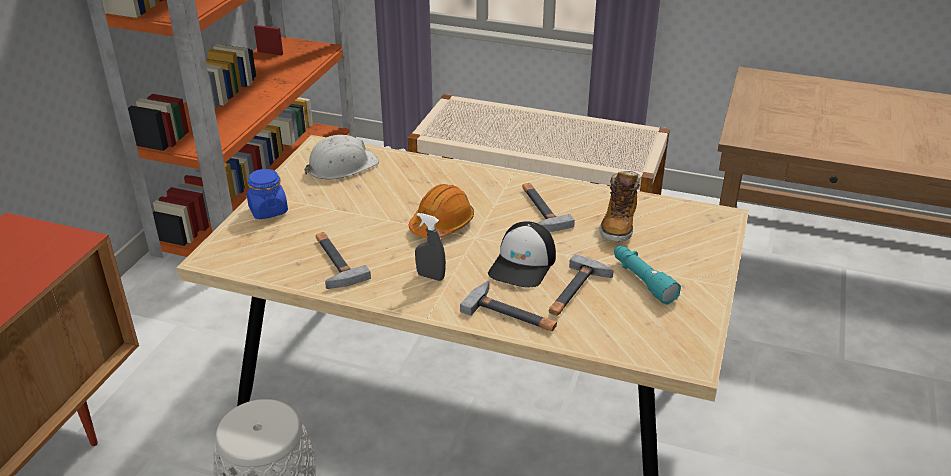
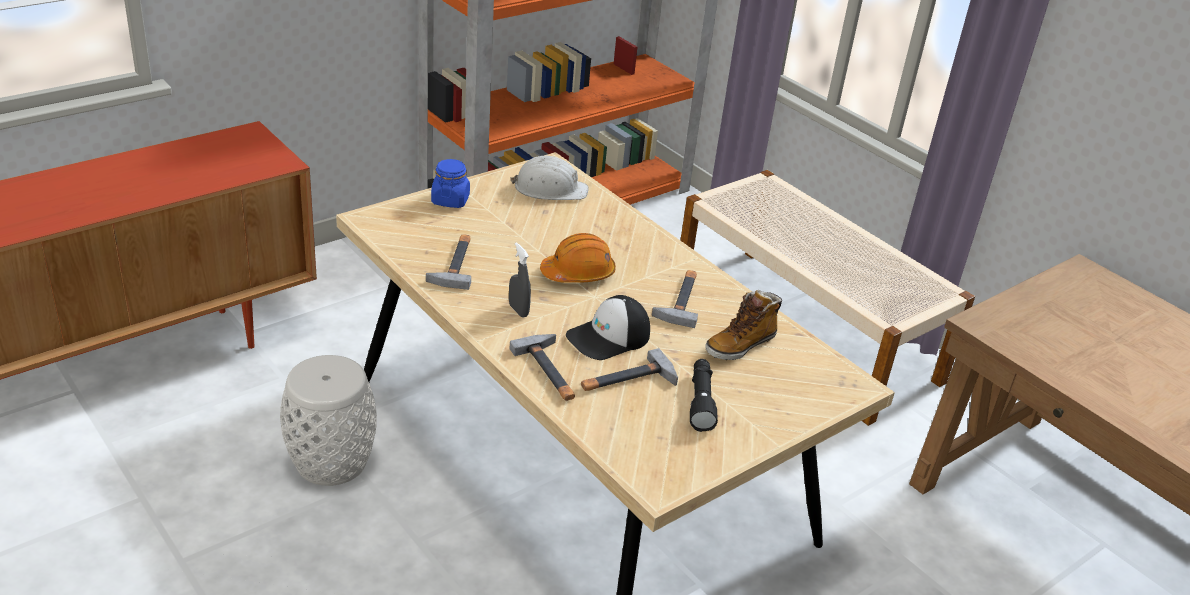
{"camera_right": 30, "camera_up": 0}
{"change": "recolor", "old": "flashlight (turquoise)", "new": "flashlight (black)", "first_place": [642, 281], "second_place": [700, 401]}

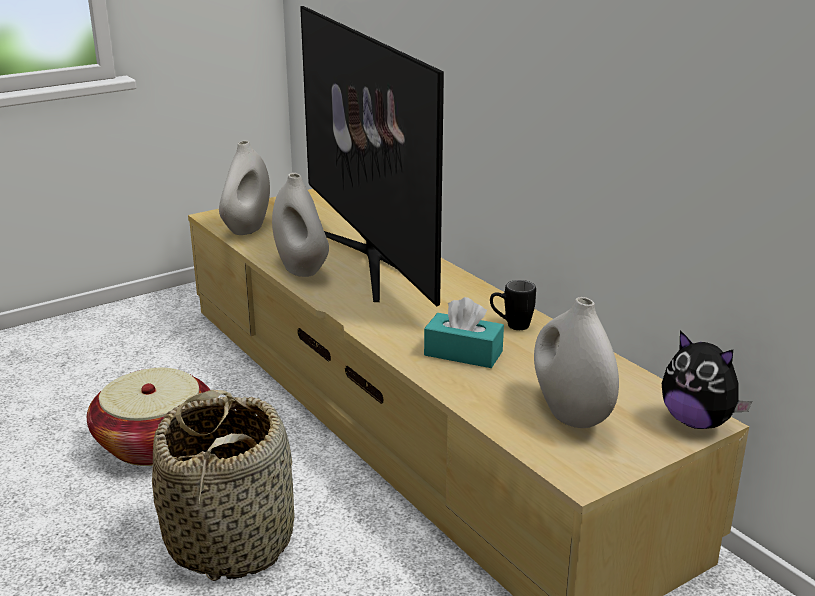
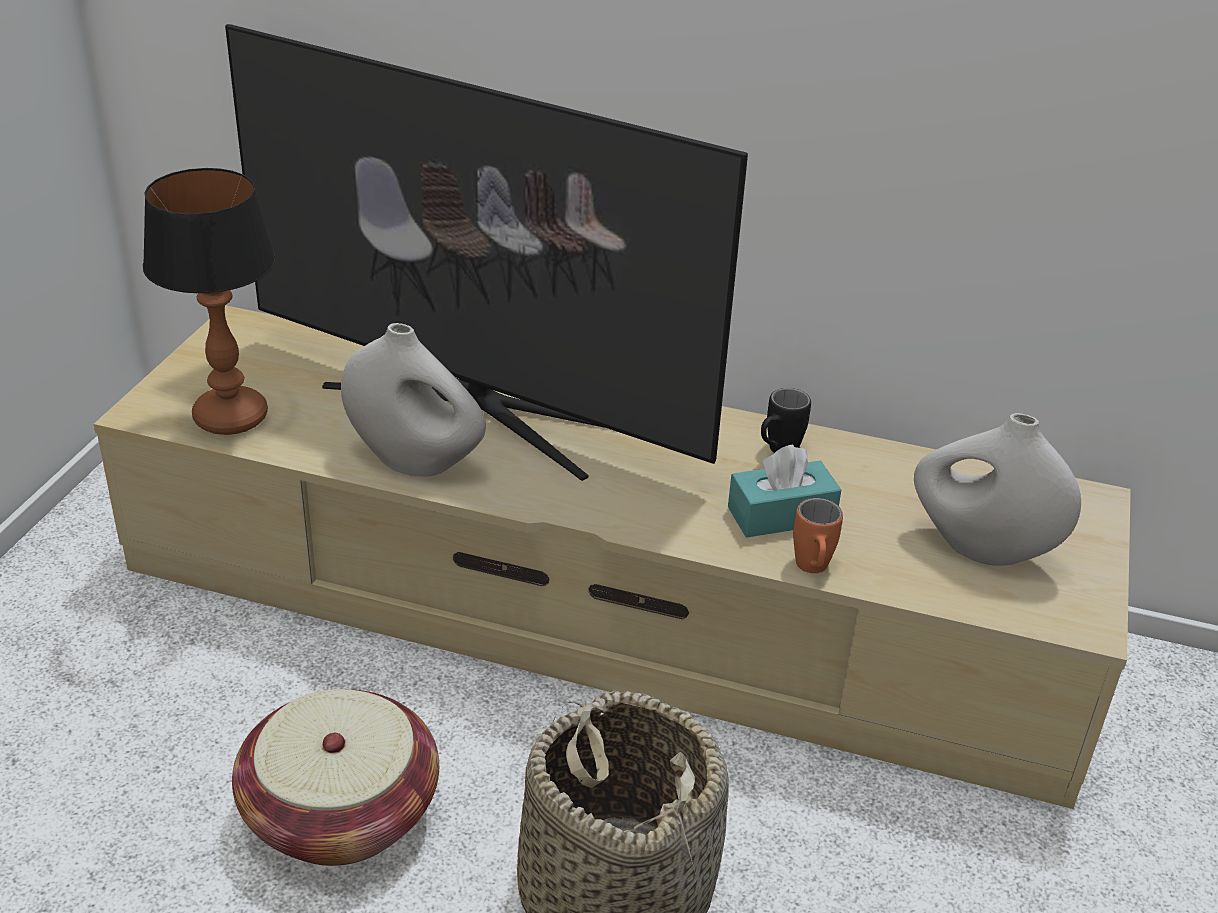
{"camera_right": -40, "camera_up": 10}
{"change": "replace", "old": "vase (white)", "new": "table lamp", "first_place": [247, 228], "second_place": [232, 418]}
{"change": "insert", "new": "mug (orange)", "second_place": [812, 570]}
{"change": "delete", "old": "plush toy", "first_place": [697, 422]}

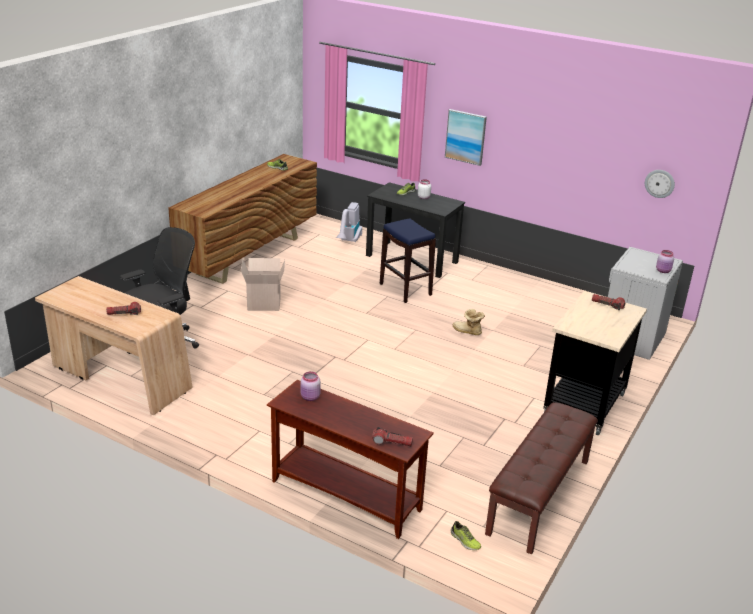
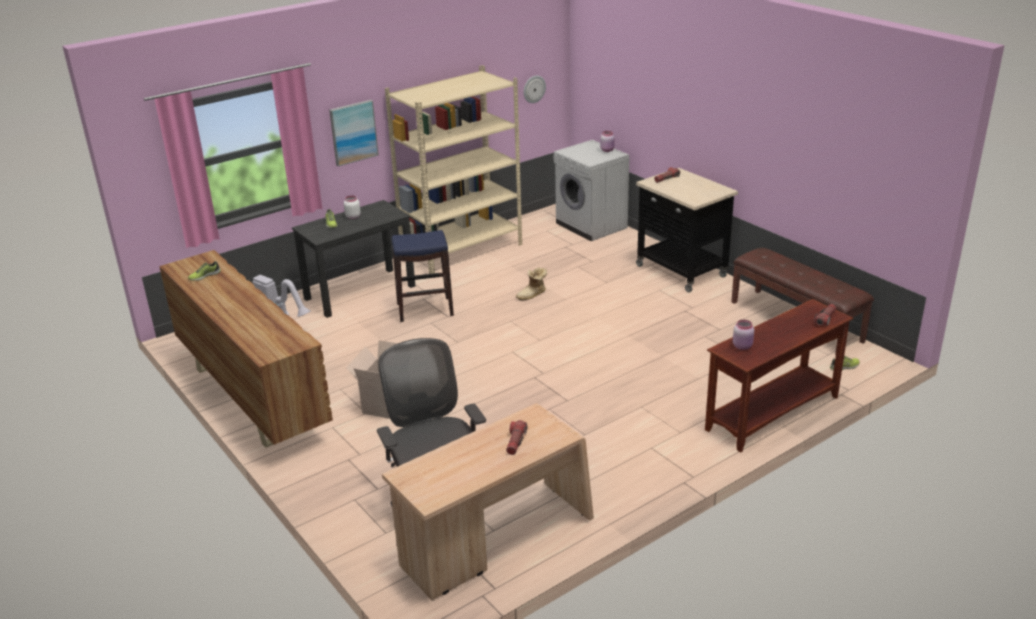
{"camera_right": -65, "camera_up": 0}
{"change": "insert", "new": "bookcase (beige)", "second_place": [462, 250]}

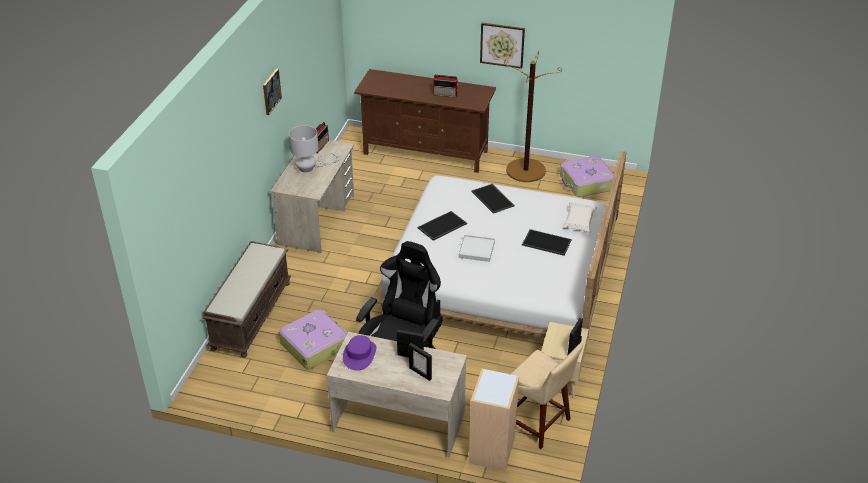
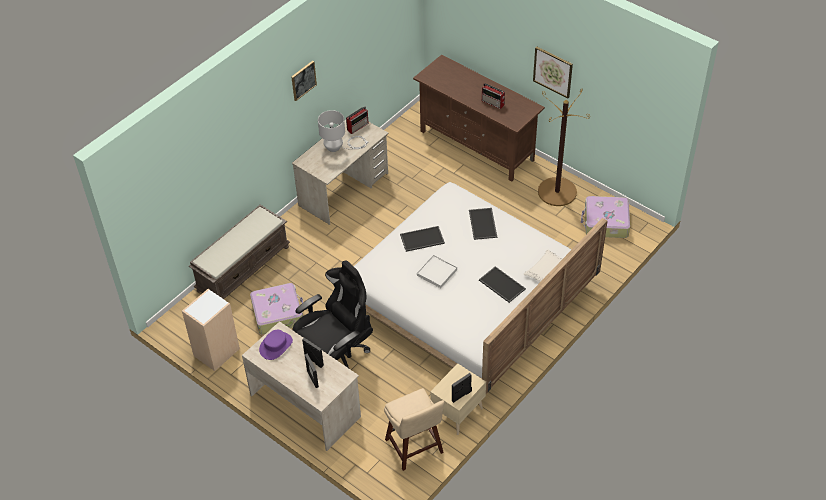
{"camera_right": 25, "camera_up": 10}
{"change": "move", "old": "bookcase", "first_place": [491, 451], "second_place": [216, 352]}

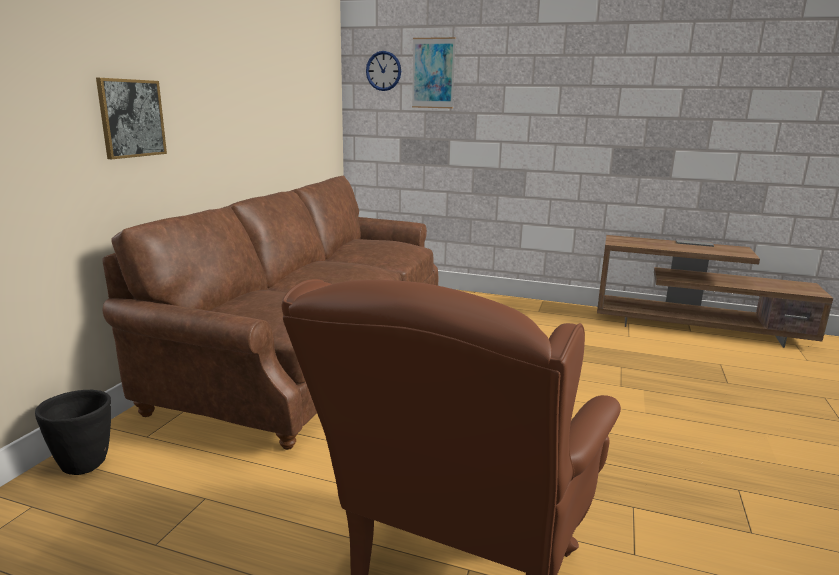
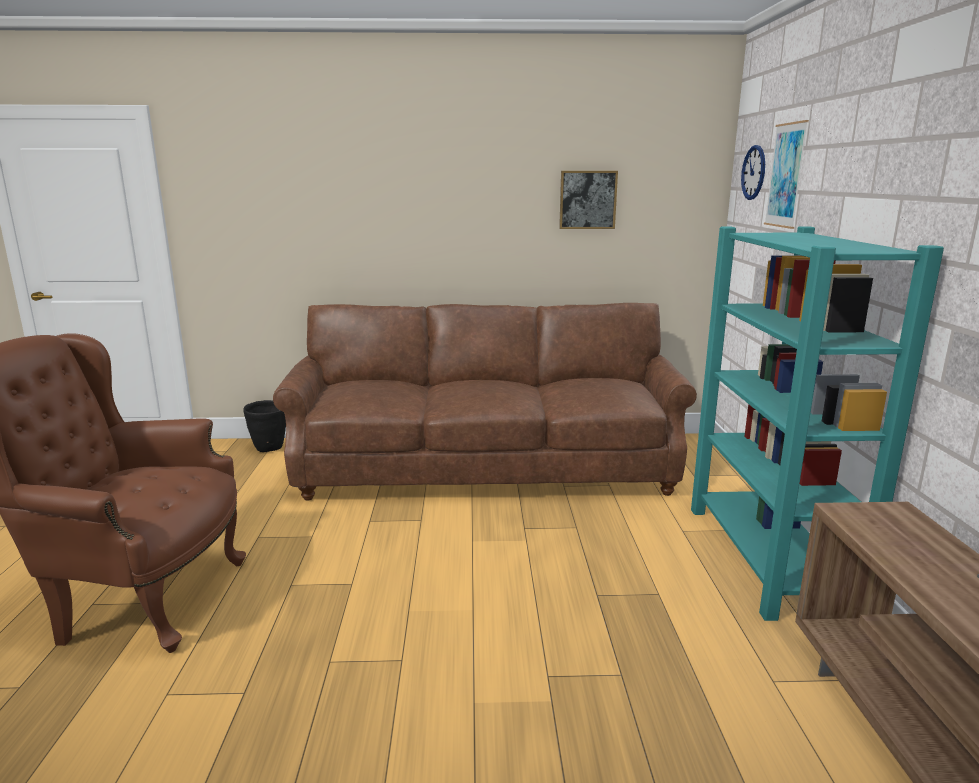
{"camera_right": 70, "camera_up": 0}
{"change": "move", "old": "picture", "first_place": [131, 118], "second_place": [587, 200]}
{"change": "insert", "new": "bookcase (turquoise)", "second_place": [768, 557]}

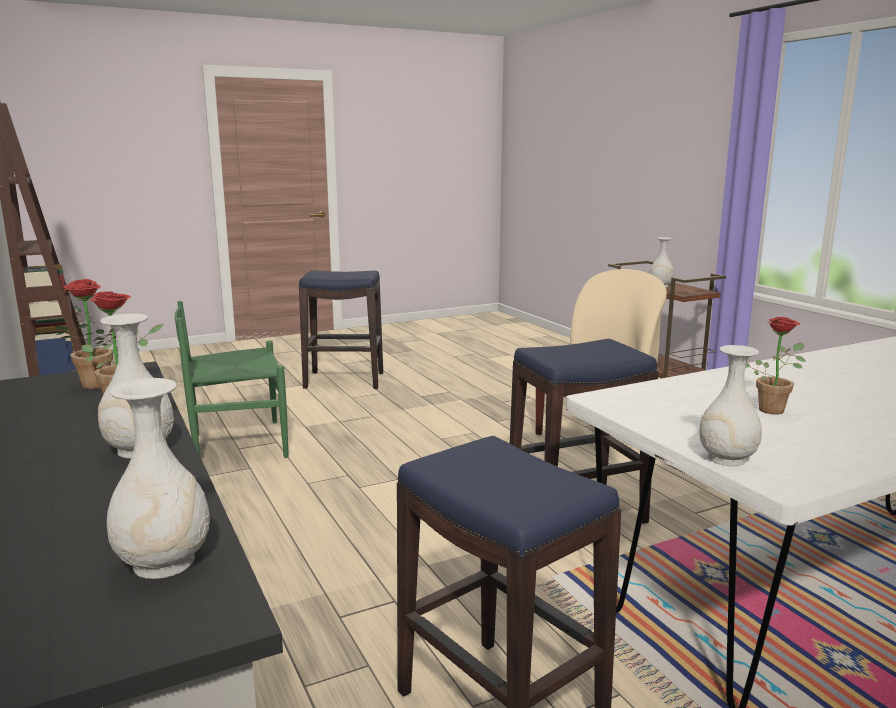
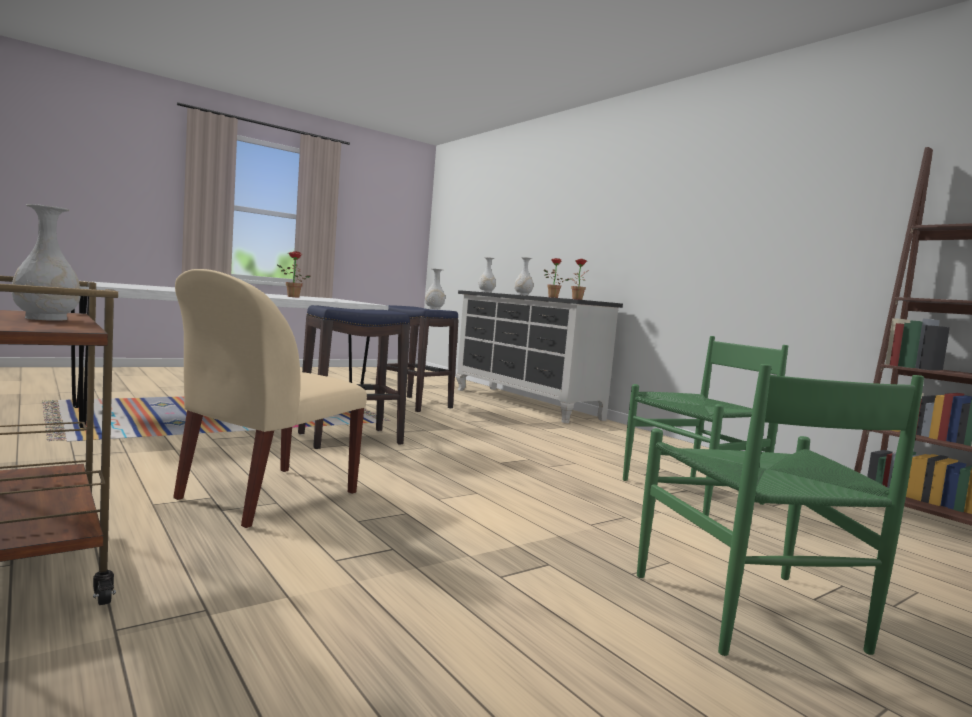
{"camera_right": 170, "camera_up": -10}
{"change": "move", "old": "vase (white)", "first_place": [726, 458], "second_place": [434, 308]}
{"change": "replace", "old": "stool", "new": "chair (green)", "first_place": [344, 381], "second_place": [751, 613]}

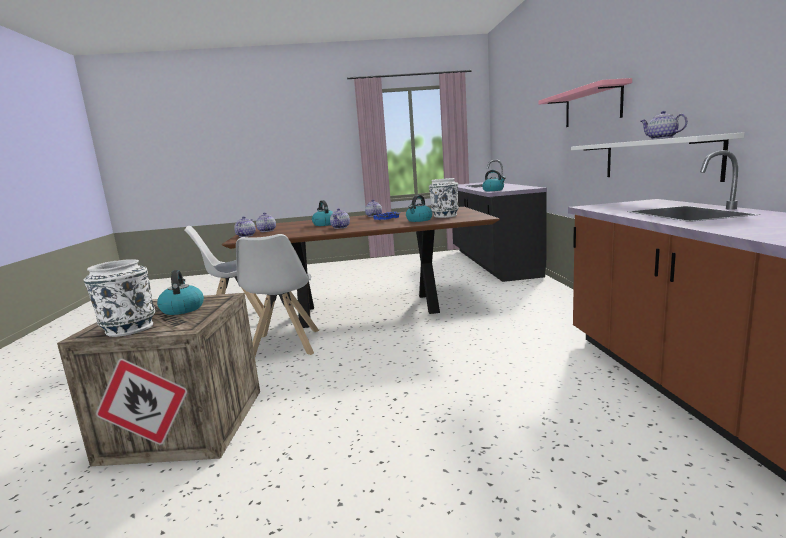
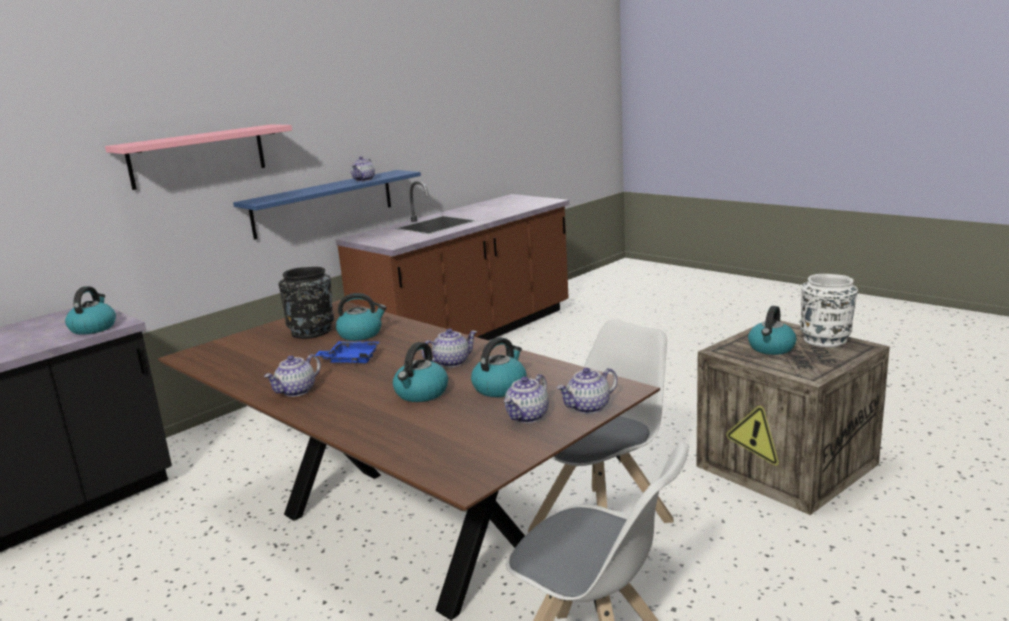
{"camera_right": -130, "camera_up": 5}
{"change": "recolor", "old": "shelf (white)", "new": "shelf (blue)", "first_place": [657, 159], "second_place": [324, 203]}
{"change": "recolor", "old": "vase (white)", "new": "vase (black)", "first_place": [445, 216], "second_place": [312, 331]}
{"change": "insert", "new": "kettle", "second_place": [500, 387]}

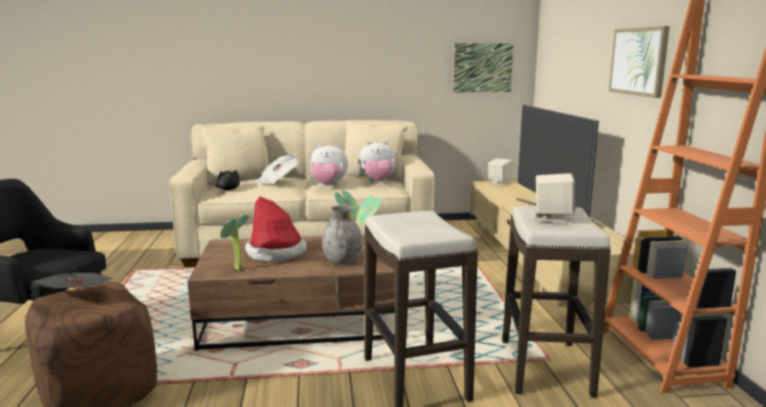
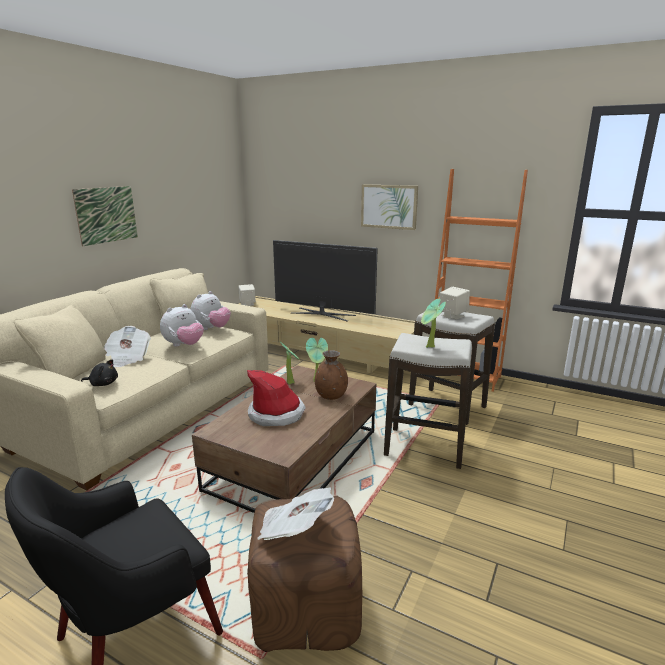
{"camera_right": -55, "camera_up": 5}
{"change": "move", "old": "picture", "first_place": [482, 67], "second_place": [106, 215]}
{"change": "recolor", "old": "vase (grey)", "new": "vase (brown)", "first_place": [343, 261], "second_place": [331, 396]}
{"change": "move", "old": "potted plant", "first_place": [236, 269], "second_place": [429, 347]}

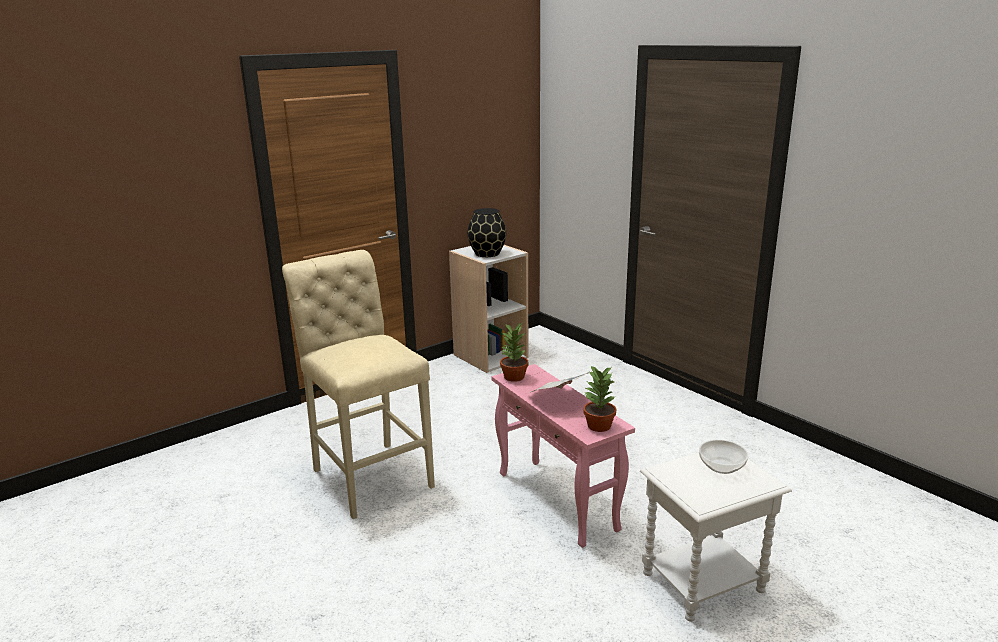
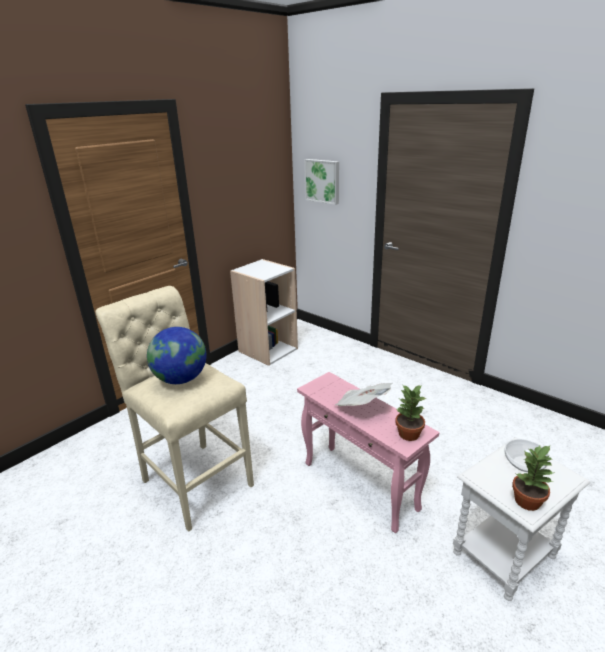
{"camera_right": -10, "camera_up": 5}
{"change": "insert", "new": "globe", "second_place": [181, 379]}
{"change": "insert", "new": "picture", "second_place": [323, 181]}
{"change": "move", "old": "potted plant", "first_place": [514, 377], "second_place": [528, 501]}
{"change": "delete", "old": "vase (black)", "first_place": [486, 254]}

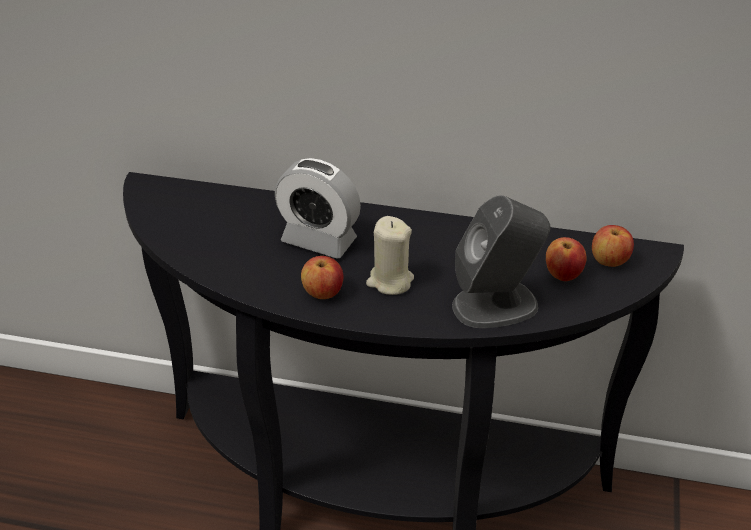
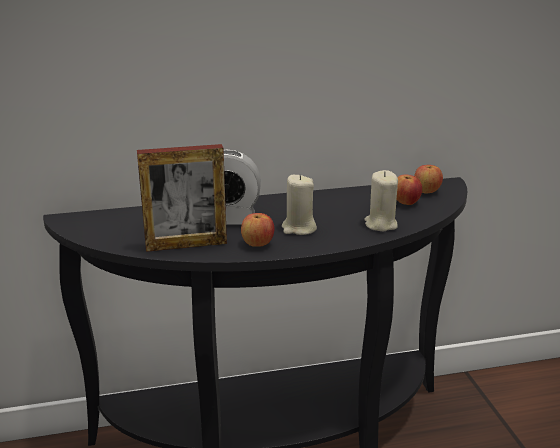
{"camera_right": -25, "camera_up": -15}
{"change": "insert", "new": "picture frame", "second_place": [186, 245]}
{"change": "replace", "old": "speaker (grey)", "new": "candle (beige)", "first_place": [496, 305], "second_place": [380, 224]}

